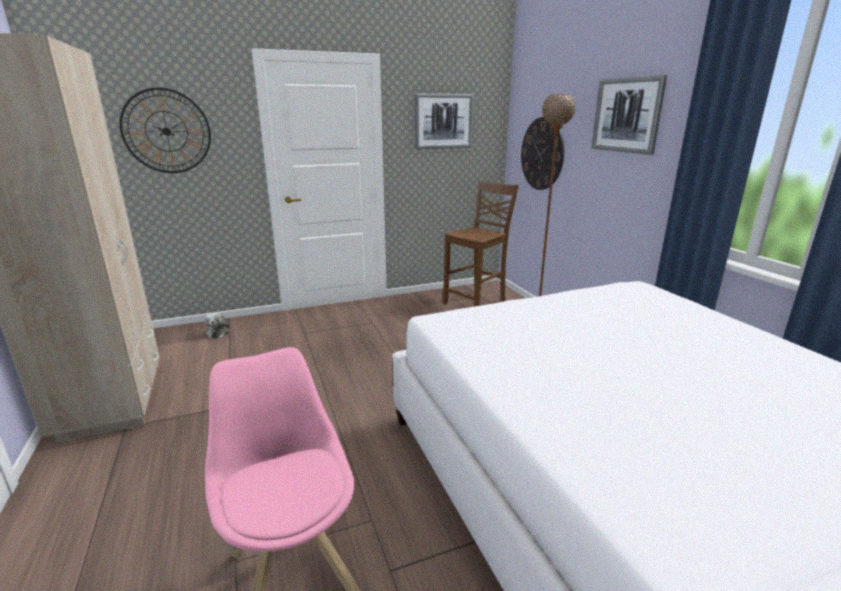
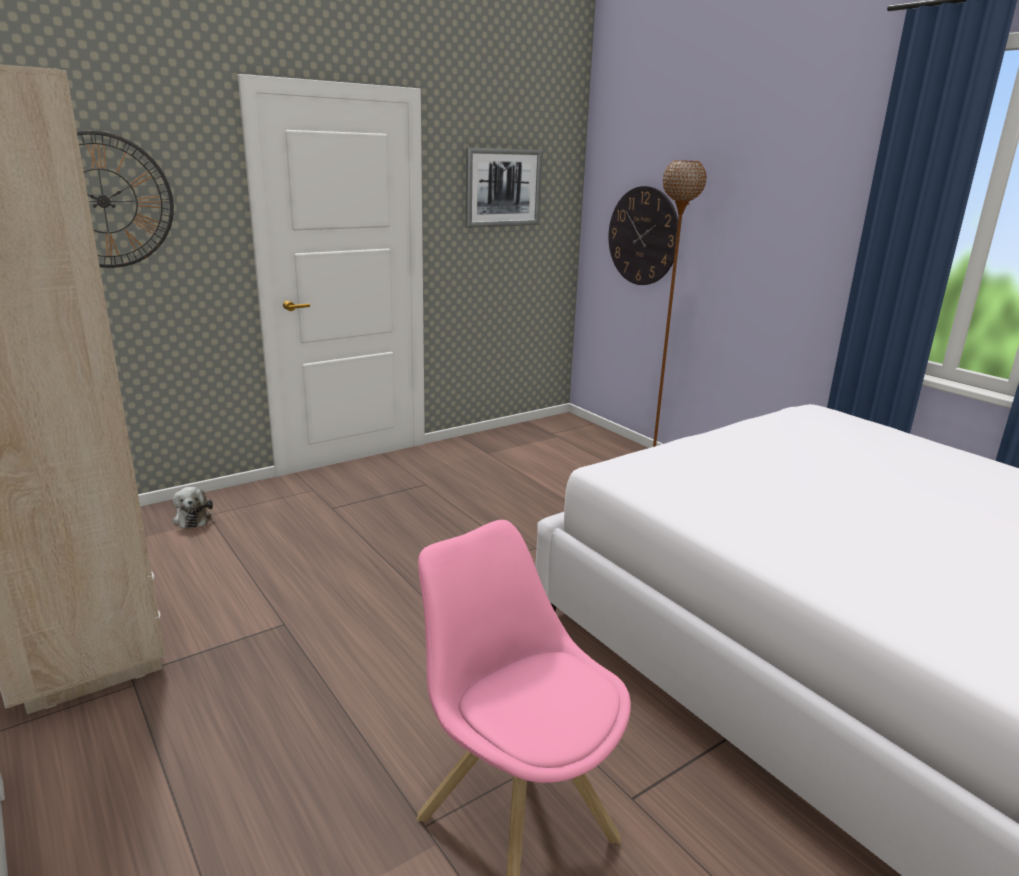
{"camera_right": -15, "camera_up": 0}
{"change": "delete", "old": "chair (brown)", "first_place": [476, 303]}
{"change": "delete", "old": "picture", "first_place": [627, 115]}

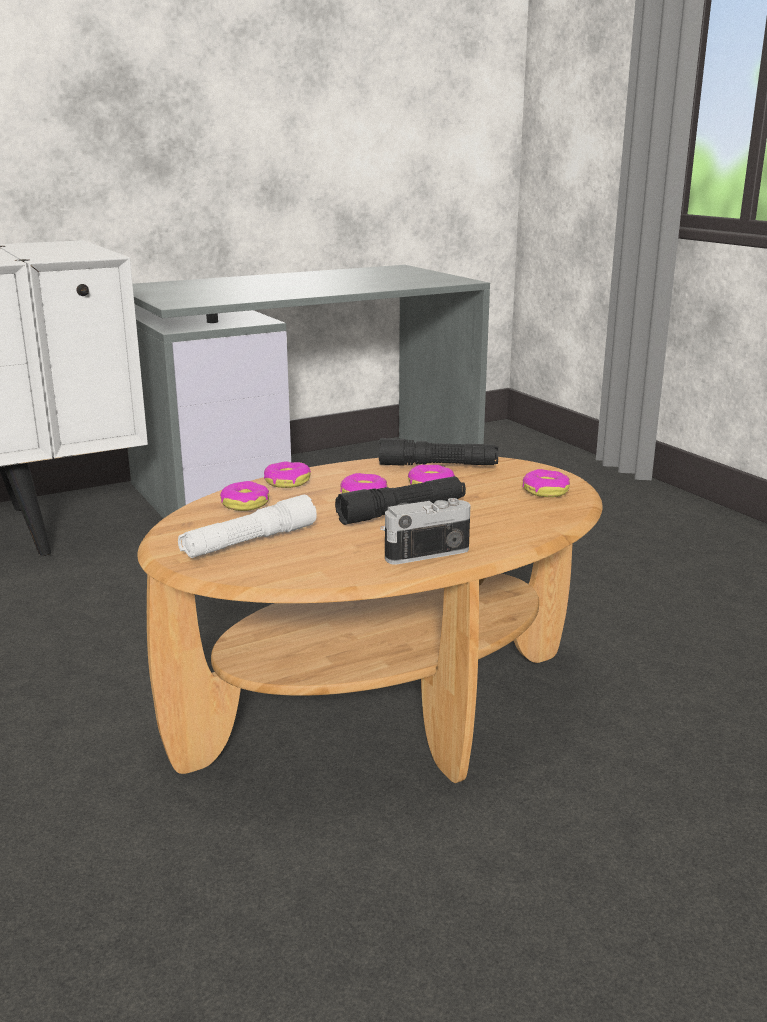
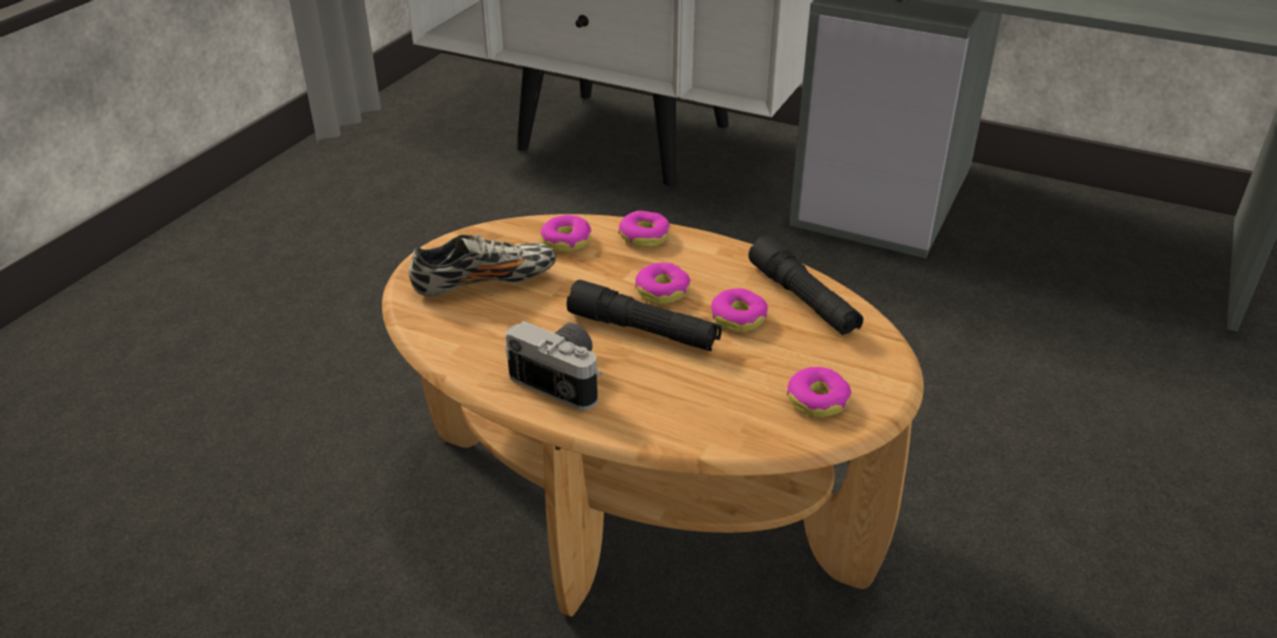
{"camera_right": 55, "camera_up": 15}
{"change": "replace", "old": "flashlight (white)", "new": "shoe", "first_place": [249, 542], "second_place": [485, 282]}

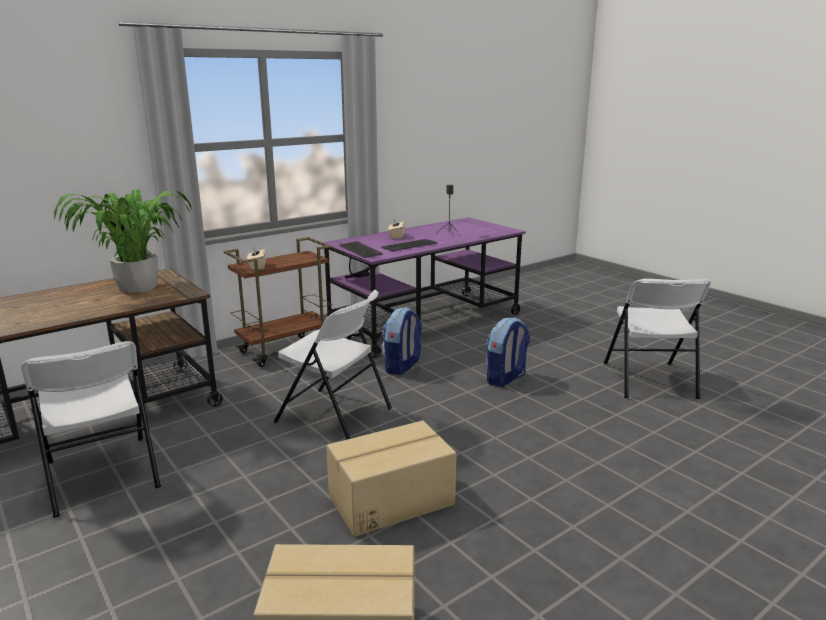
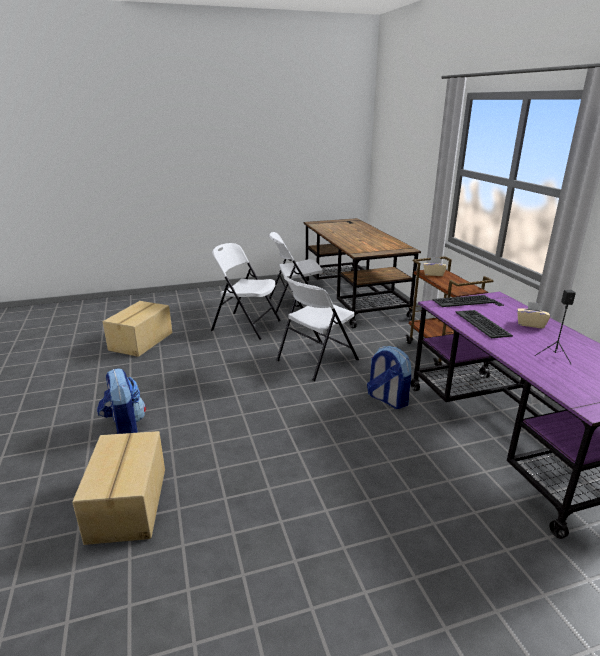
{"camera_right": 110, "camera_up": 5}
{"change": "move", "old": "cardboard box", "first_place": [390, 499], "second_place": [129, 503]}
{"change": "move", "old": "backpack", "first_place": [506, 379], "second_place": [124, 426]}
{"change": "move", "old": "chair (white)", "first_place": [648, 380], "second_place": [246, 325]}
{"change": "delete", "old": "potted plant", "first_place": [139, 287]}

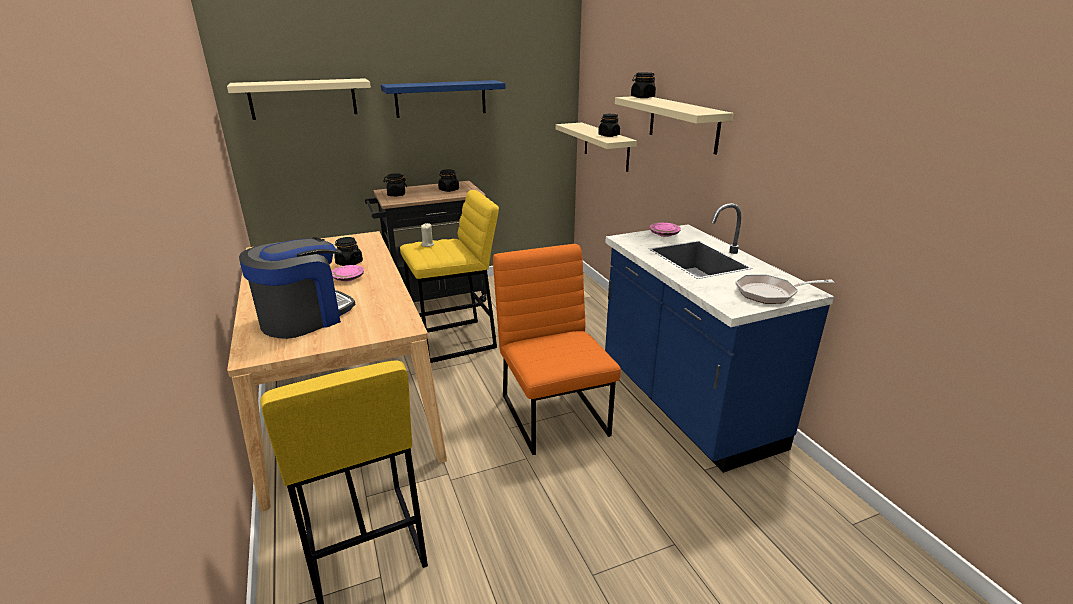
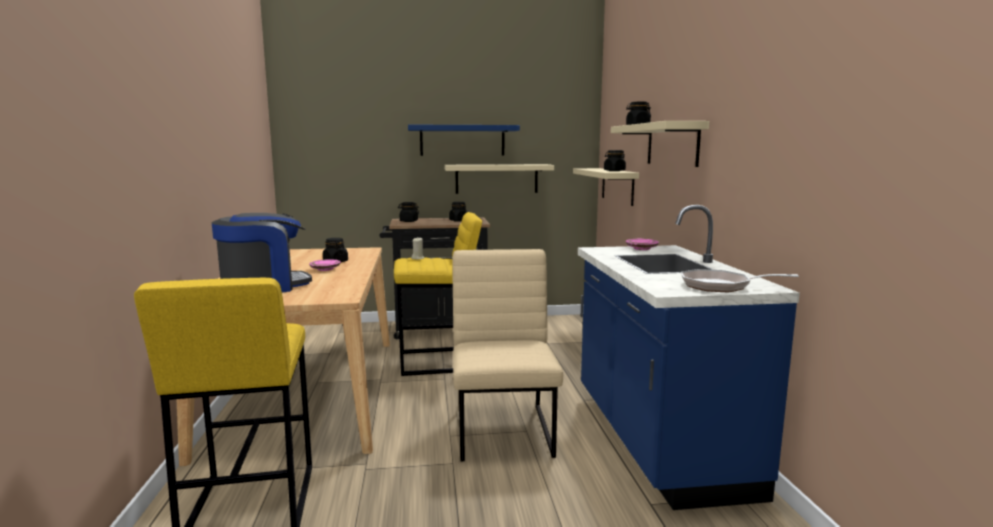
{"camera_right": 15, "camera_up": -15}
{"change": "move", "old": "shelf (beige)", "first_place": [303, 98], "second_place": [496, 178]}
{"change": "recolor", "old": "chair (orange)", "new": "chair (beige)", "first_place": [554, 412], "second_place": [504, 429]}

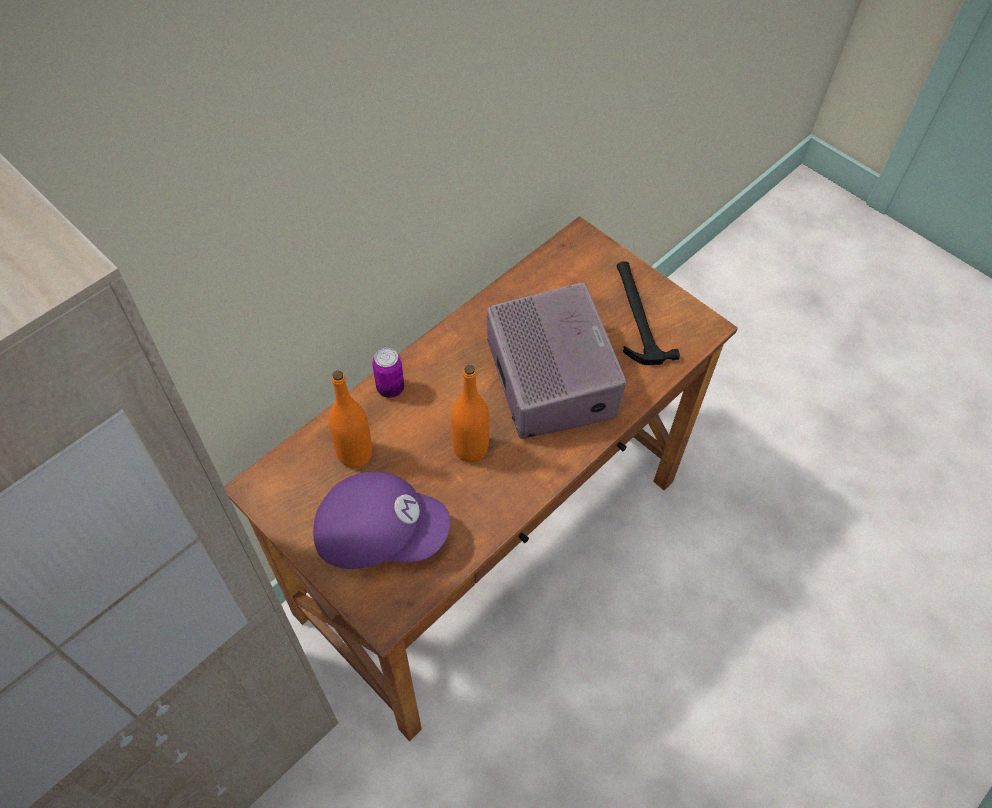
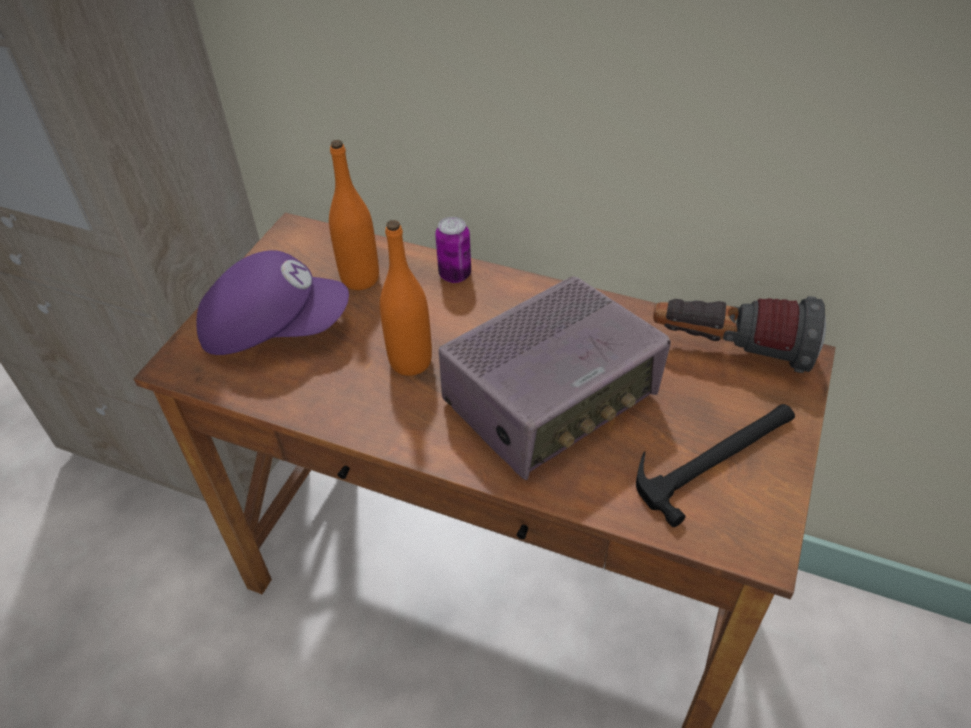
{"camera_right": 70, "camera_up": -10}
{"change": "rotate", "old": "cap (purple)", "first_place": [380, 532], "second_place": [274, 328], "degrees": -75}
{"change": "insert", "new": "flashlight", "second_place": [730, 350]}

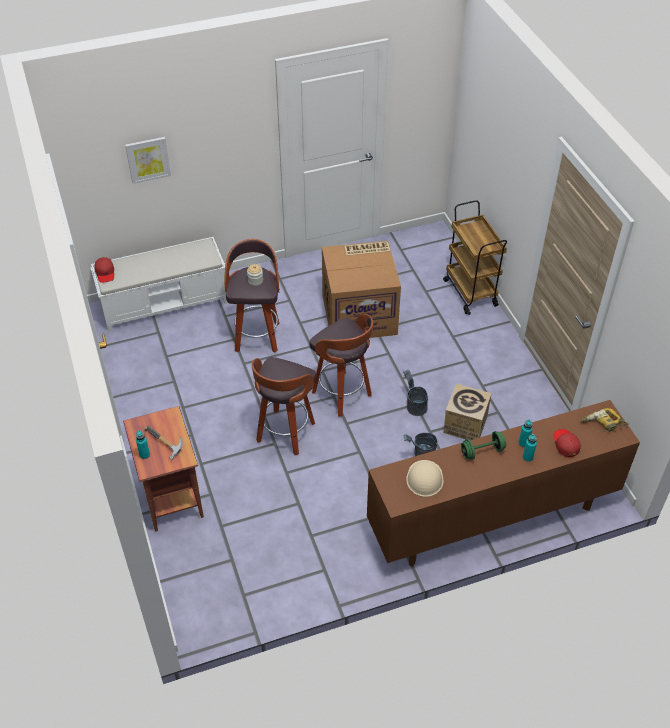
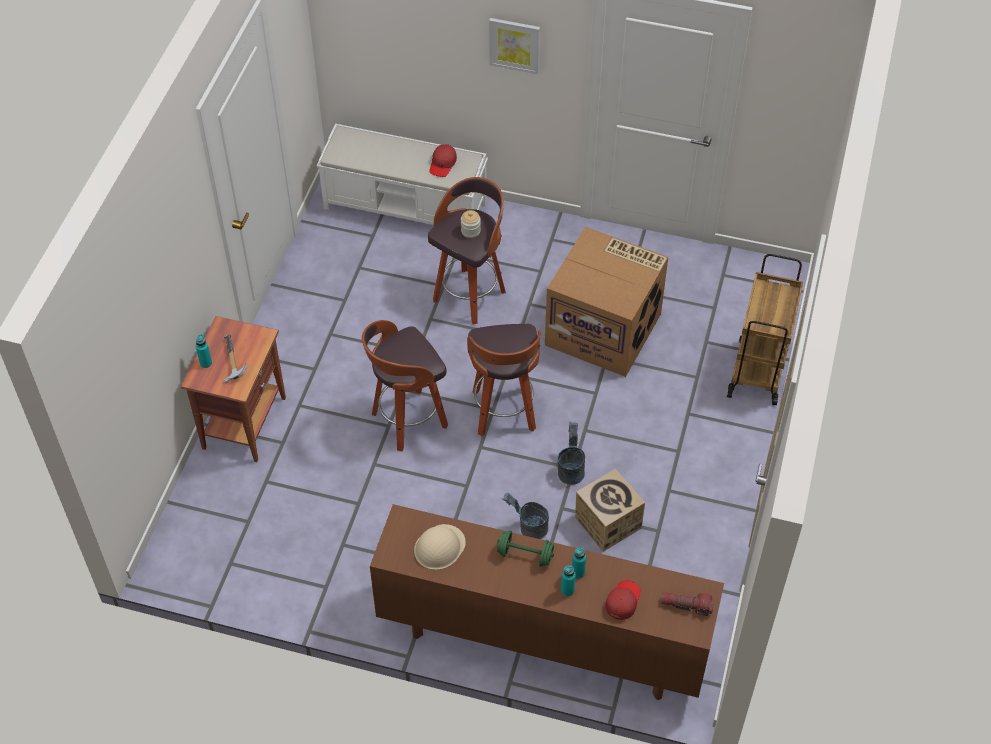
{"camera_right": 35, "camera_up": 5}
{"change": "move", "old": "cap (red)", "first_place": [105, 273], "second_place": [443, 164]}
{"change": "move", "old": "picture", "first_place": [148, 159], "second_place": [514, 45]}
{"change": "replace", "old": "power drill", "new": "flashlight", "first_place": [602, 424], "second_place": [686, 605]}

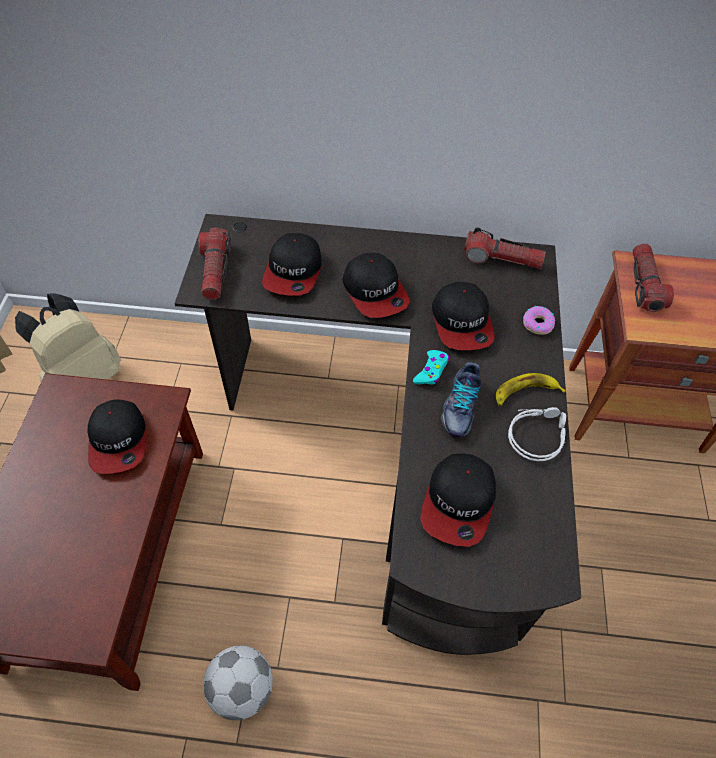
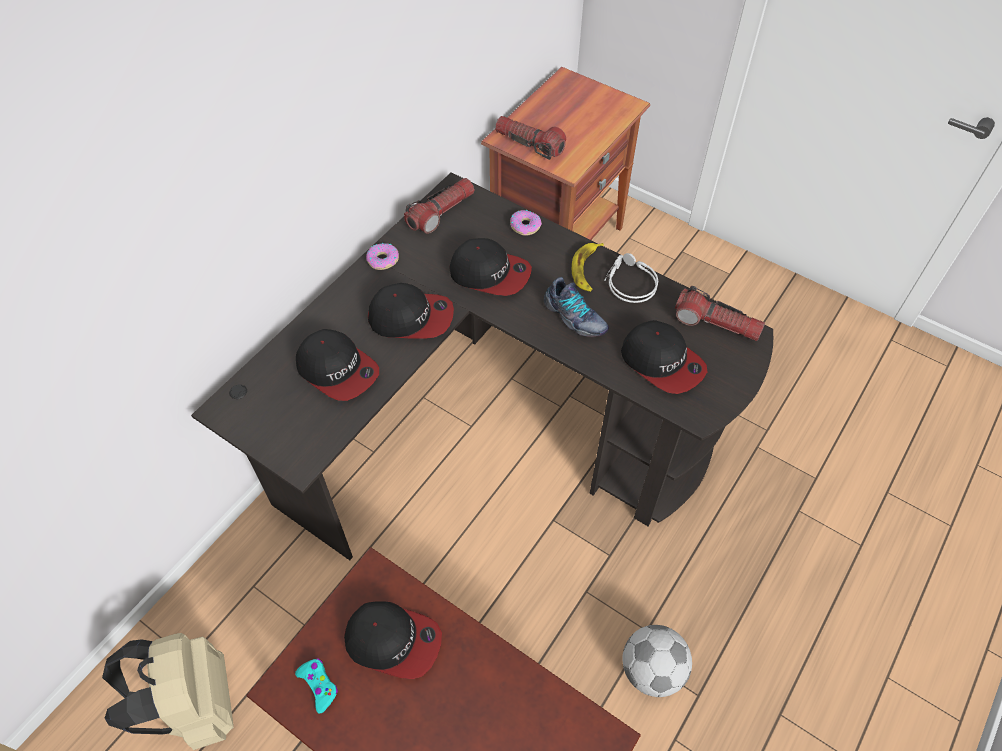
{"camera_right": -60, "camera_up": 0}
{"change": "move", "old": "game controller (turquoise)", "first_place": [431, 371], "second_place": [319, 685]}
{"change": "insert", "new": "donut", "second_place": [383, 260]}
{"change": "move", "old": "flashlight", "first_place": [215, 271], "second_place": [716, 324]}

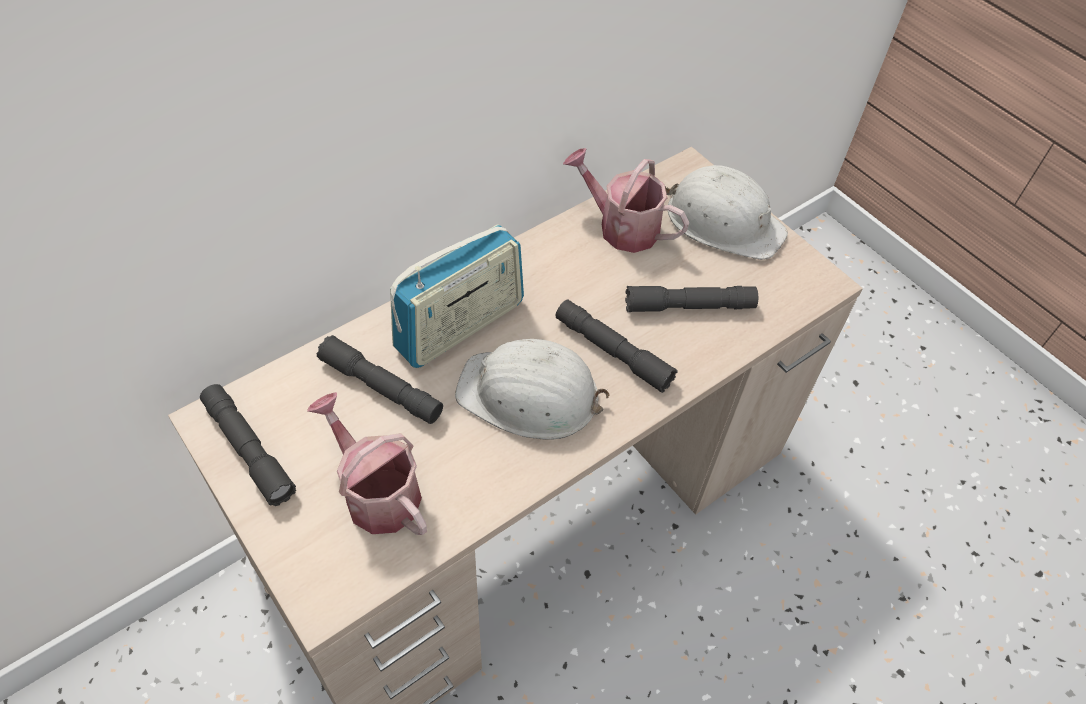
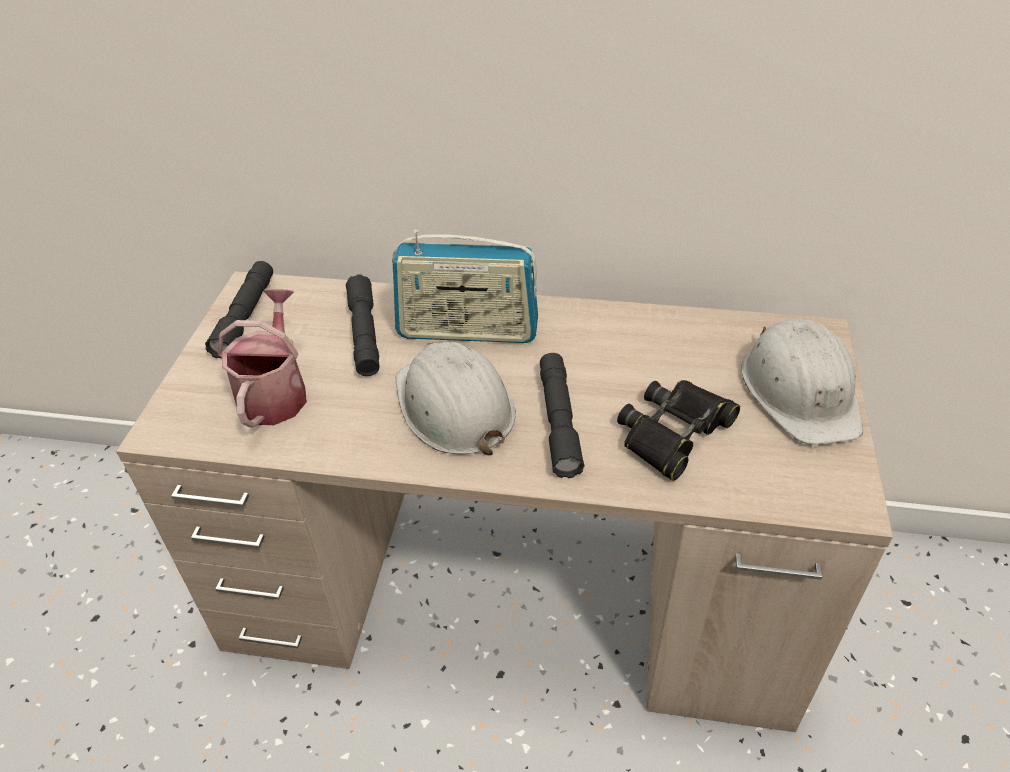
{"camera_right": 50, "camera_up": -10}
{"change": "replace", "old": "flashlight (grey)", "new": "binoculars (black)", "first_place": [689, 306], "second_place": [674, 433]}
{"change": "delete", "old": "watering can", "first_place": [621, 226]}

